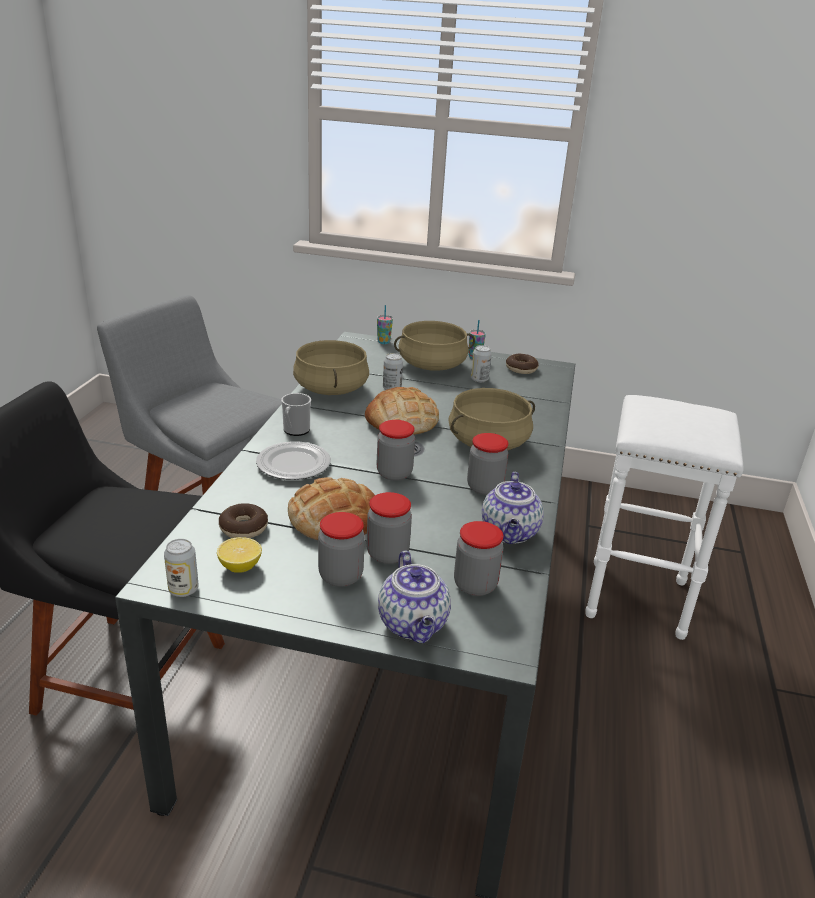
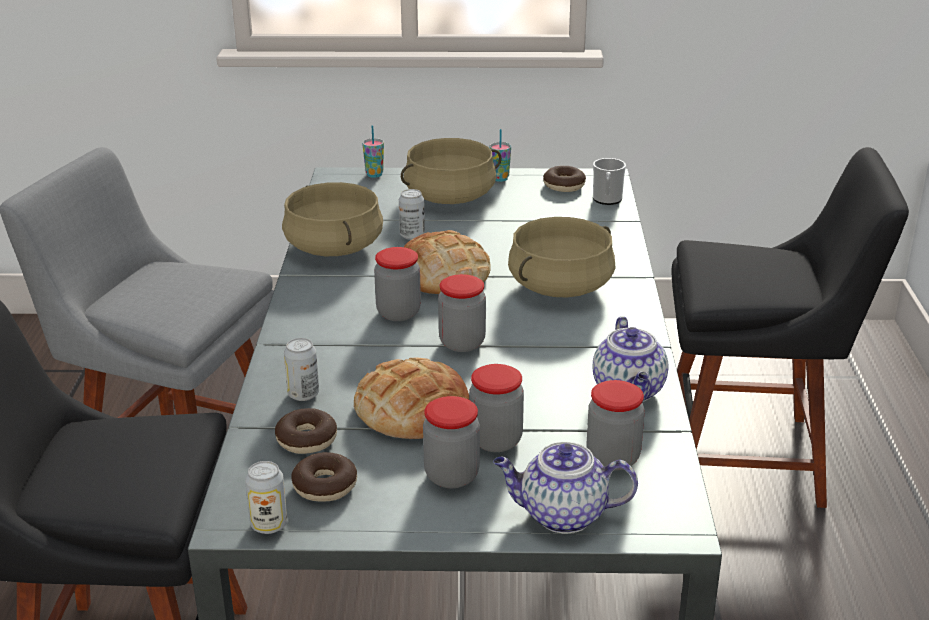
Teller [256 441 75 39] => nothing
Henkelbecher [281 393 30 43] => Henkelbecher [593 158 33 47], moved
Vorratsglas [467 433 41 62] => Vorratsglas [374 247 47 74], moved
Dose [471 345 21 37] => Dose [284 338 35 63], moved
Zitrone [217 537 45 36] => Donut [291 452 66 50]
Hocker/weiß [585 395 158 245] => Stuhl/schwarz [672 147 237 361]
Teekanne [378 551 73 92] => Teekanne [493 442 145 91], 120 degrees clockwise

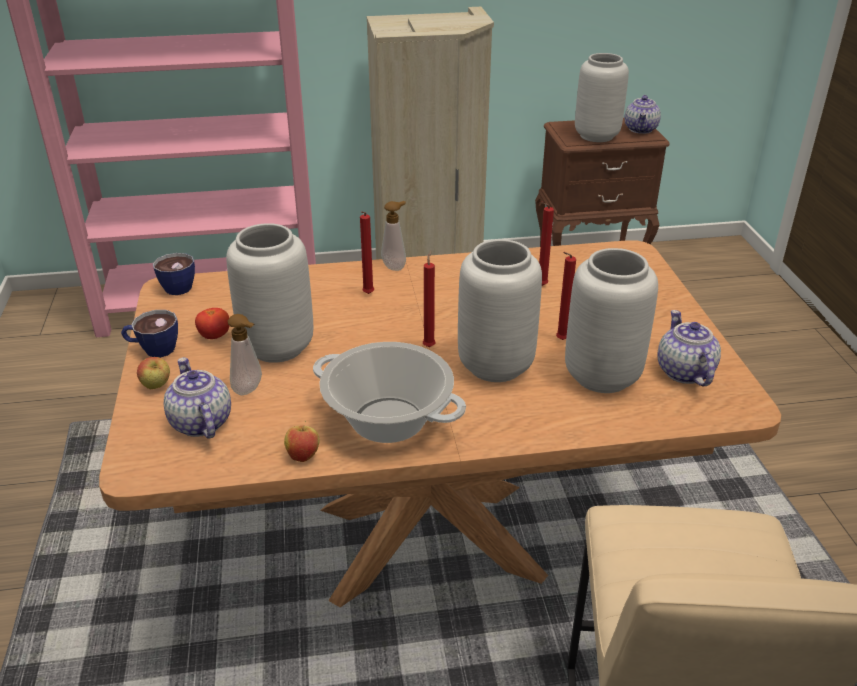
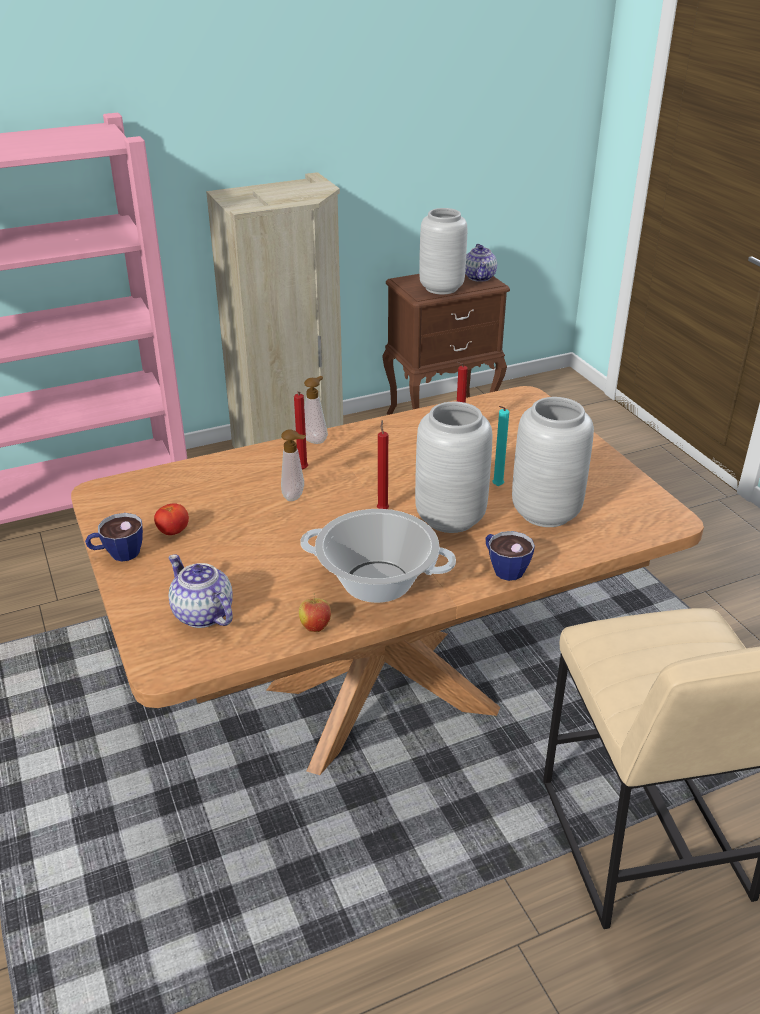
Apfel [137 357 33 32] => nothing
Vase/grau [226 223 87 140] => nothing
Teekanne [658 310 63 76] => nothing
Tasse [153 253 42 42] => Tasse [486 531 49 50], moved
Seifenspender [228 314 34 81] => Seifenspender [281 429 25 72], moved
Kerze/rot [556 252 20 88] => Kerze/türkis [493 406 16 80]

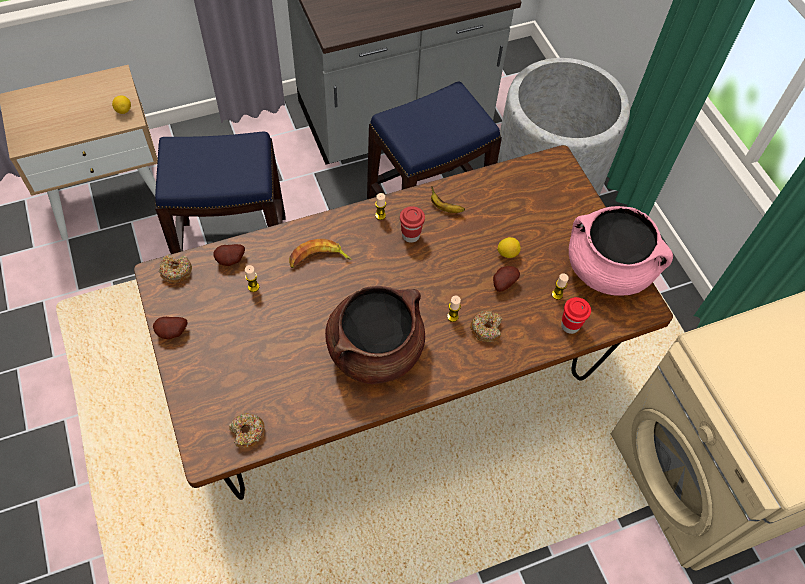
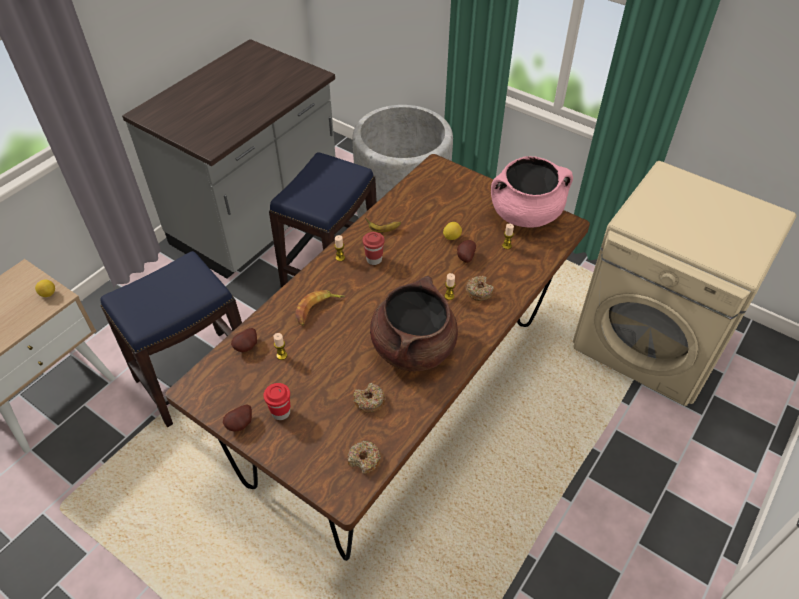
Donut [159 254 33 29] => Donut [353 383 32 30], moved
Tasse/rot [561 297 30 37] => Tasse/rot [263 383 27 37], moved

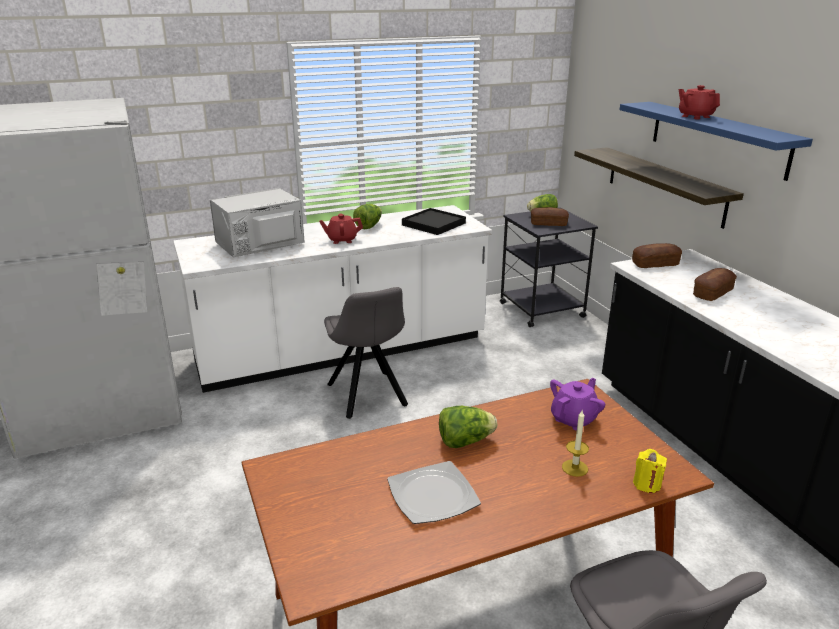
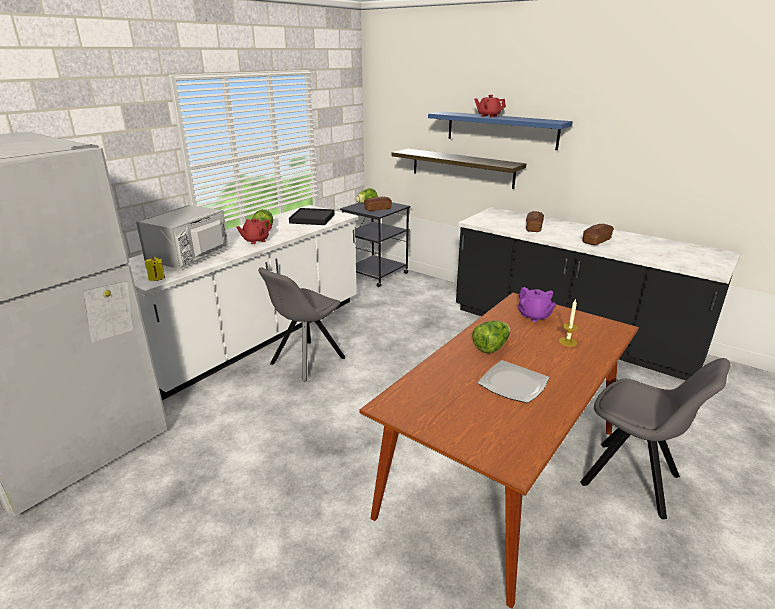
Brot [632 243 50 25] => Brot [582 224 32 21], moved
Kerze/gelb [633 449 34 44] => Kerze/gelb [145 257 20 24], moved
Stuhl/grau [324 287 84 132] => Stuhl/grau [258 267 87 114], 90 degrees clockwise
Teekanne/lila [550 378 55 53] => Teekanne/lila [518 287 38 35], 135 degrees clockwise

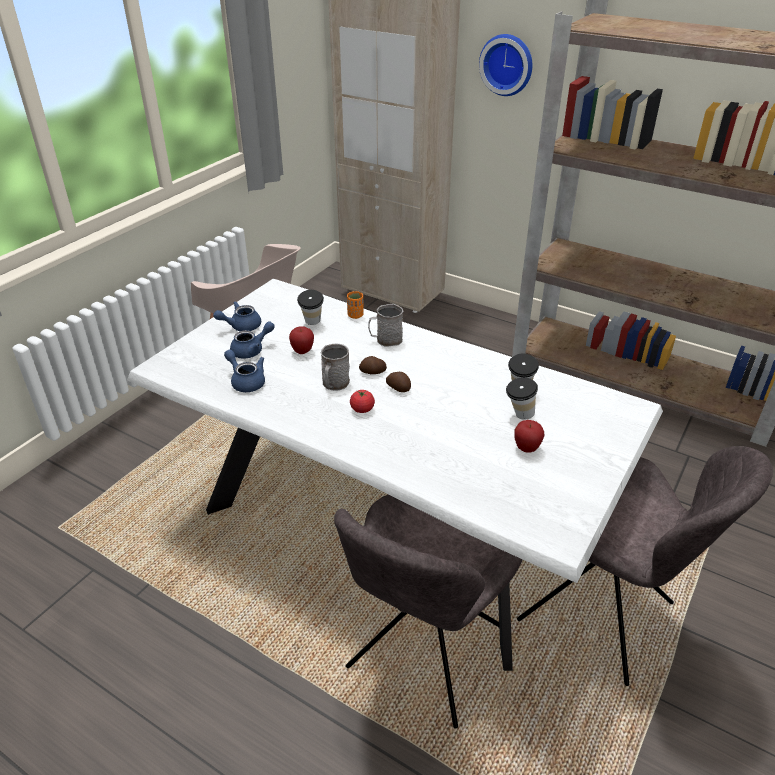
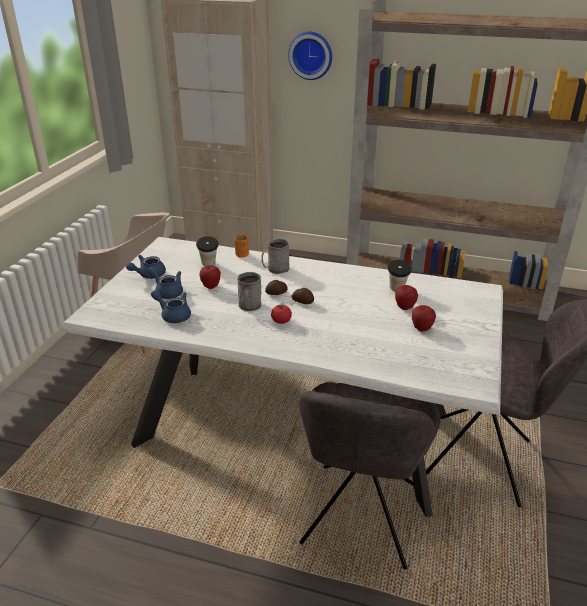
Tasse [506 377 32 43] => Apfel [395 285 23 25]
Teekanne/blau [230 321 45 38] => Teekanne/blau [148 267 35 32], 90 degrees counterclockwise

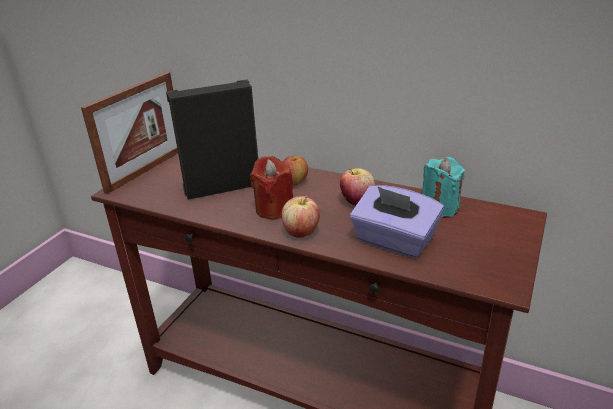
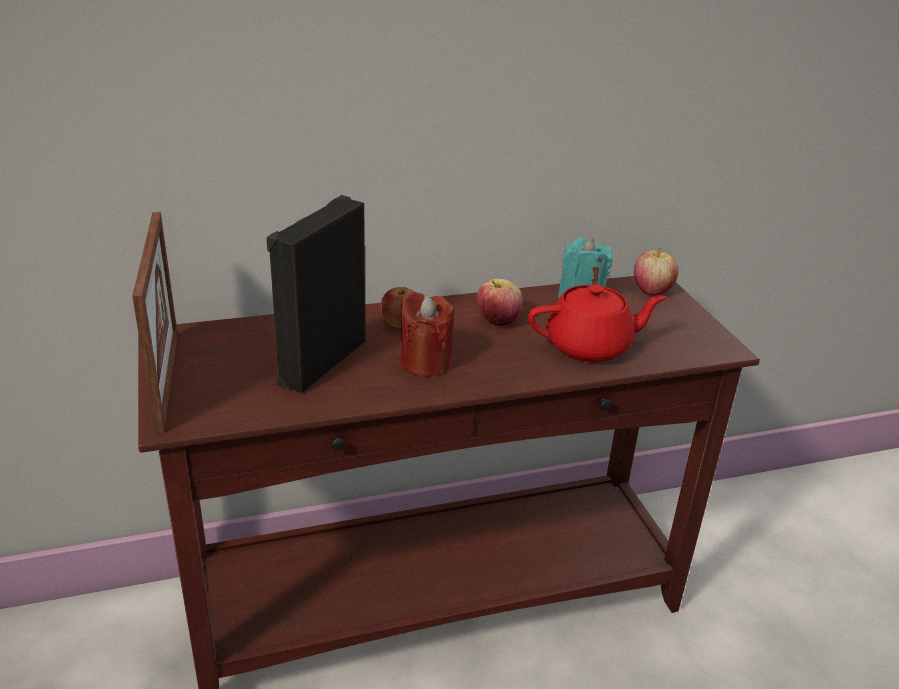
Apfel [281 196 39 42] => Apfel [634 247 44 48], moved
Taschentuchbox/lila [350 185 94 73] => Teekanne/rot [528 284 139 78]

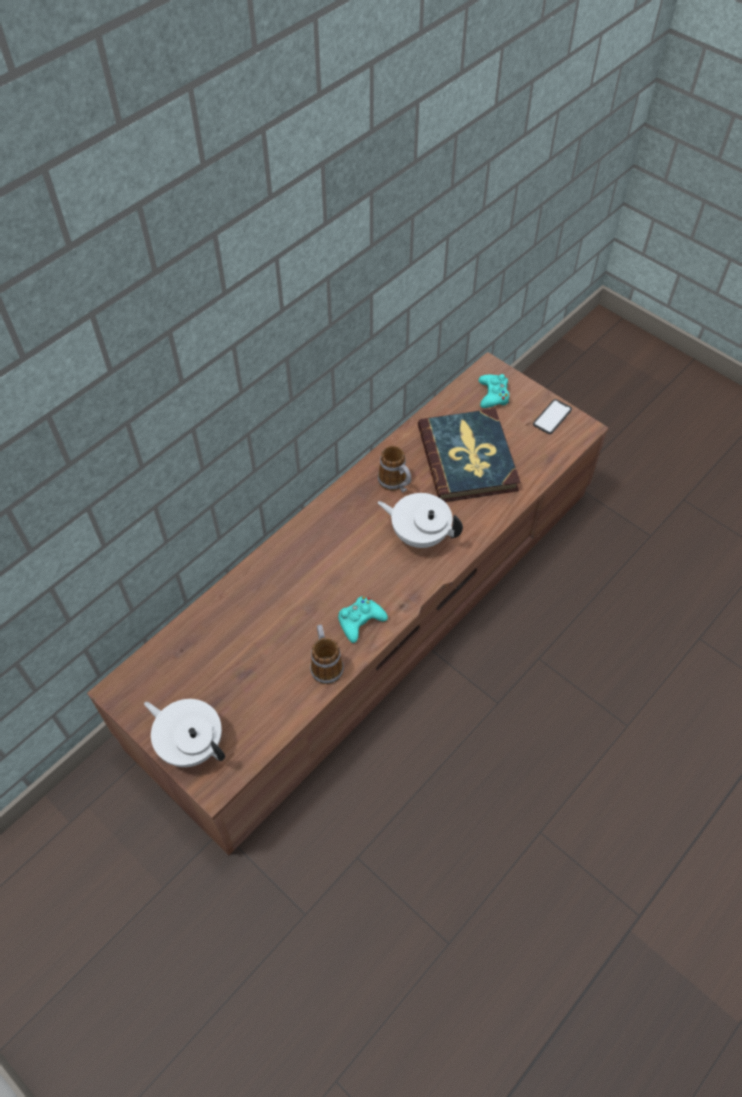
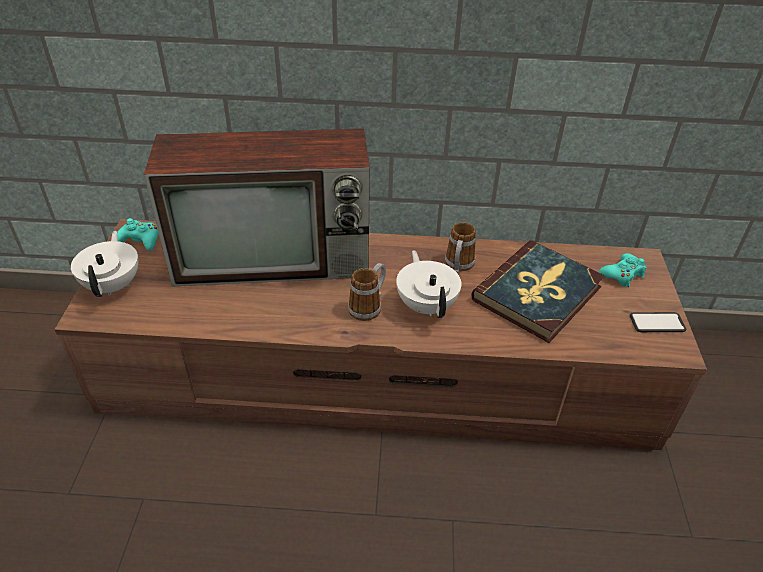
nothing => Fernseher [144 129 226 158]
Henkelbecher [310 624 34 60] => Henkelbecher [348 263 38 58], moved
Gamepad/türkis [338 596 50 47] => Gamepad/türkis [117 218 42 33], moved

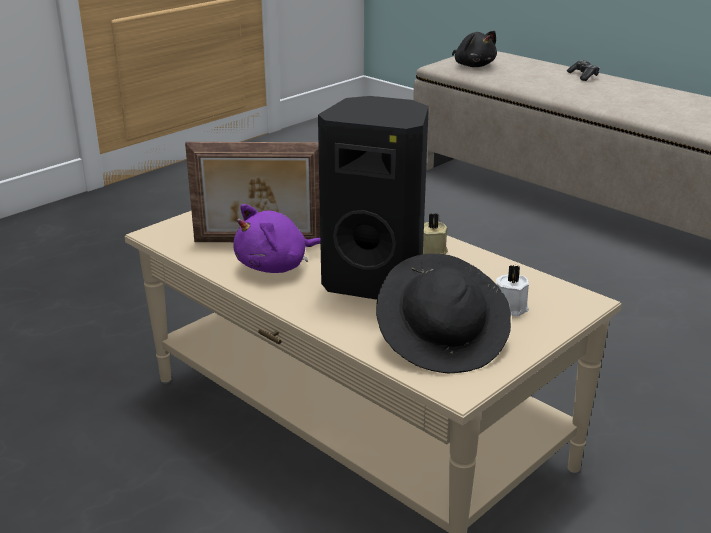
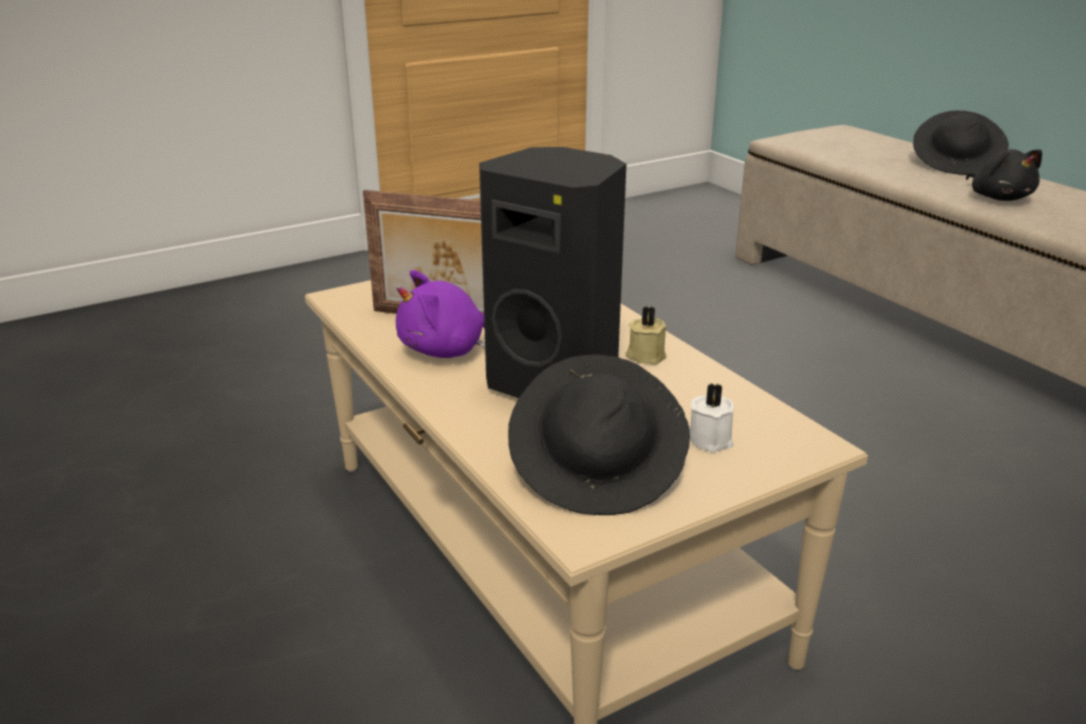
Plüschtier/schwarz [452 31 45 36] => Plüschtier/schwarz [966 149 76 52], moved
Gamepad [567 60 33 21] => Hut/schwarz [913 110 96 65]

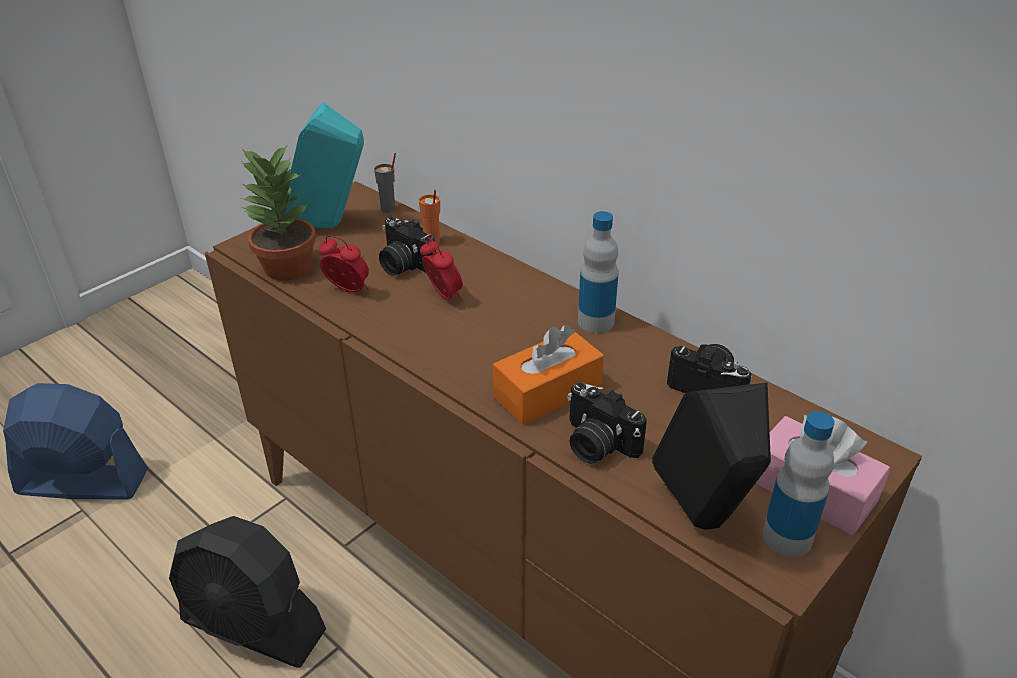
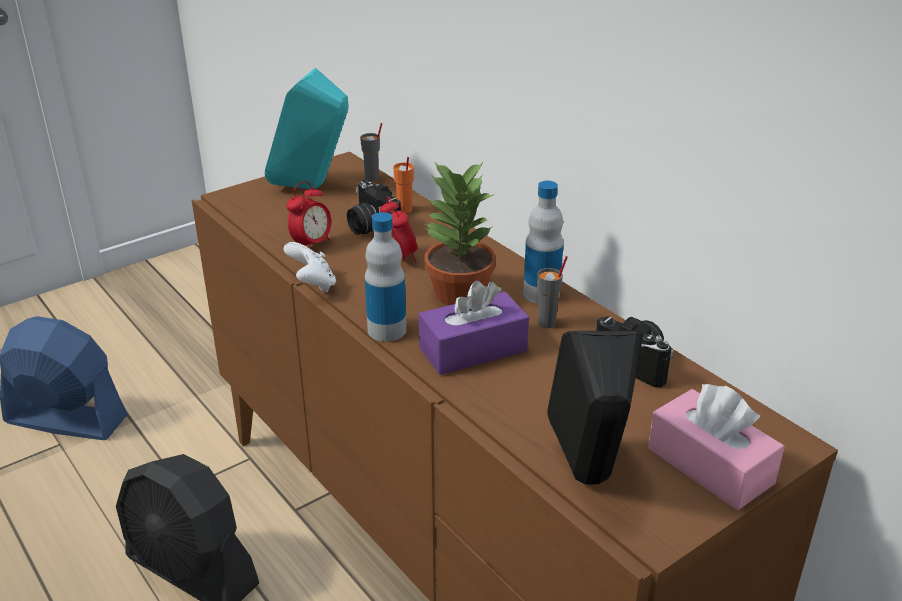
Kamera [568 382 79 82] => nothing
nothing => Gamepad/weiß [284 242 52 50]
nothing => Tasse/grau [537 256 31 72]
Topfpflanze [241 144 75 137] => Topfpflanze [424 162 72 143], moved
Flasche [763 411 72 146] => Flasche [365 212 41 130], moved
Taschentuchbox/orange [493 325 111 100] => Taschentuchbox/lila [419 281 110 94]
Wecker [318 236 51 58] => Wecker [286 181 45 67], 90 degrees clockwise

